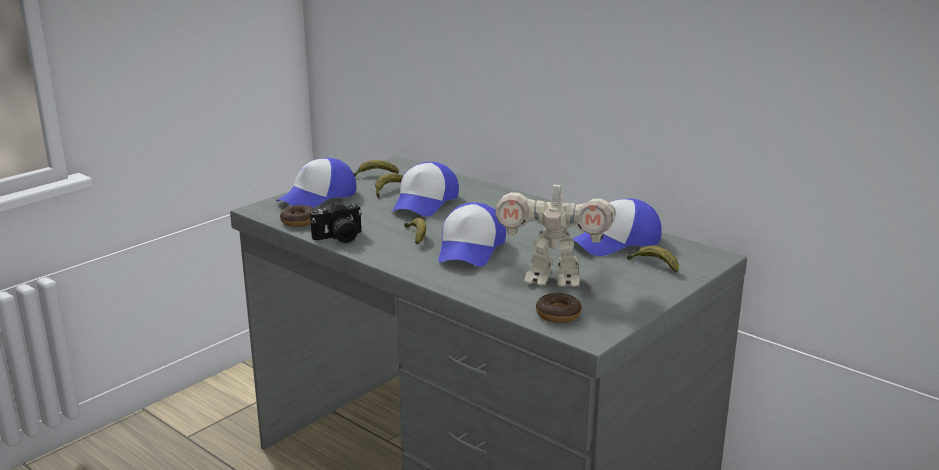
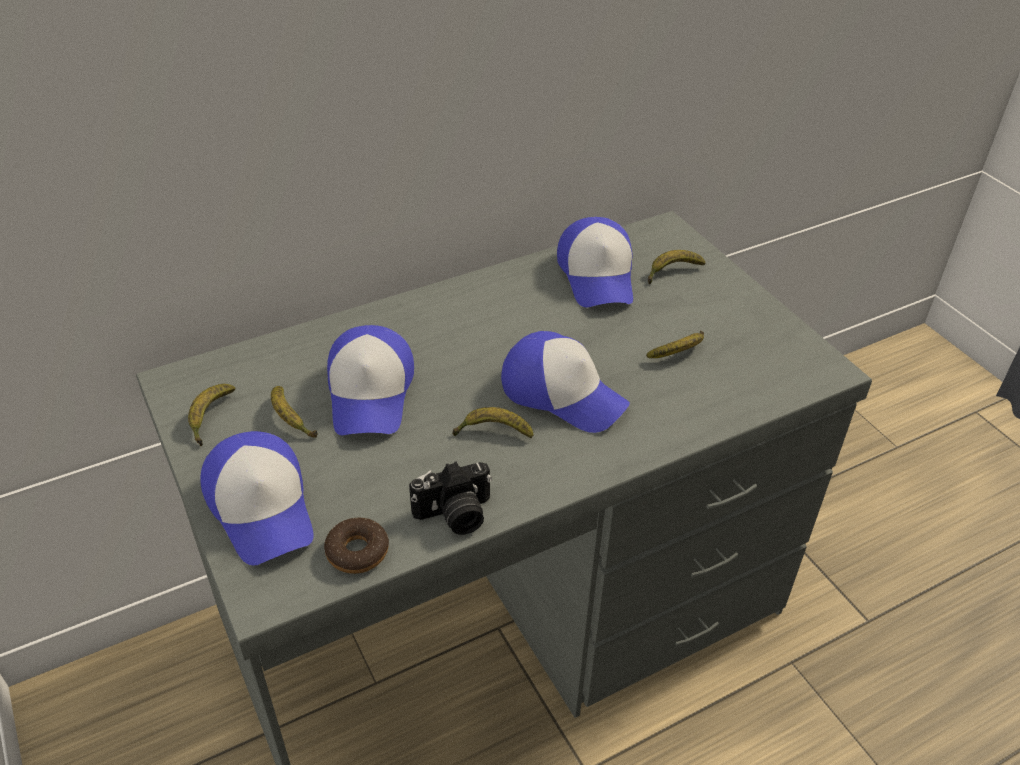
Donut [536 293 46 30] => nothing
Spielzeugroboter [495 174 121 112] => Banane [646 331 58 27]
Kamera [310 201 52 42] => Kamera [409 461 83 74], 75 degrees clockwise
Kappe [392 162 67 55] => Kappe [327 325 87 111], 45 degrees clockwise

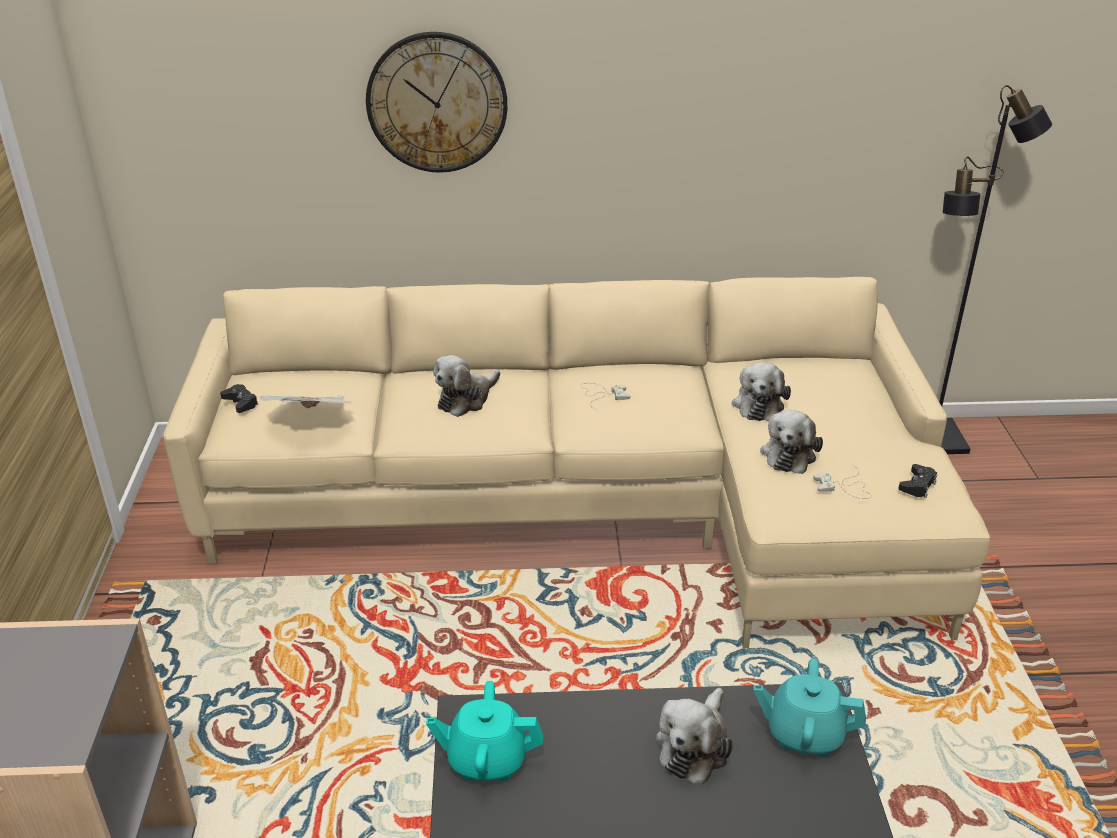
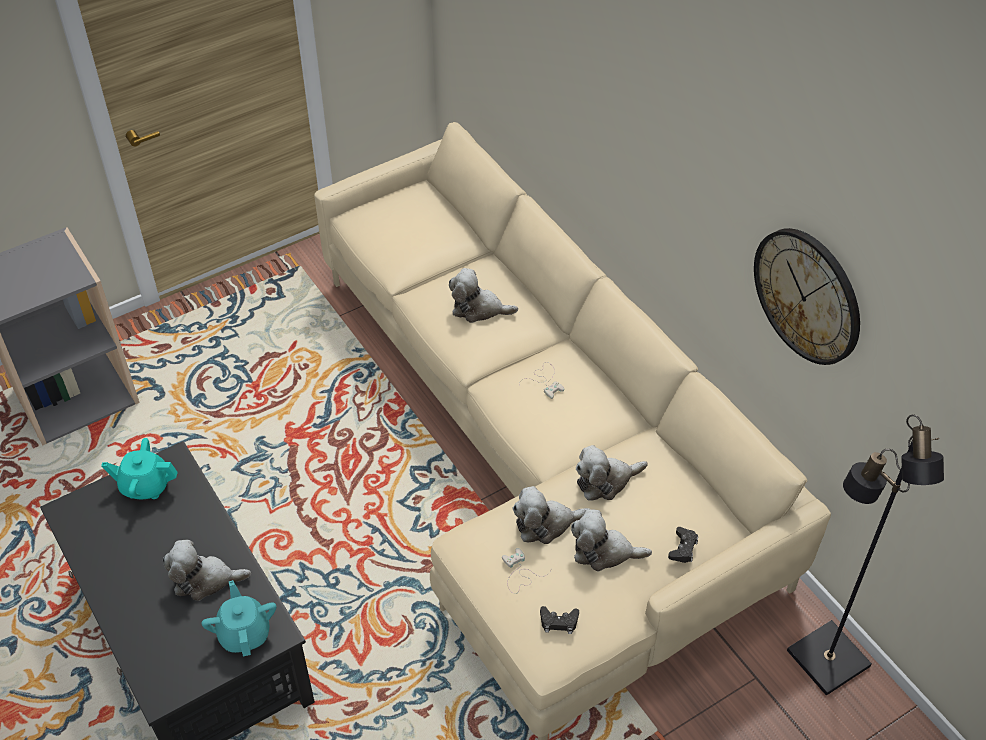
Zeitung [260 396 92 12] => nothing
nothing => Plüschtier [571 509 81 62]
Gamepad/schwarz [220 384 38 29] => Gamepad/schwarz [668 527 30 36], moved
Wanduhr [366 32 141 141] => Wanduhr [754 228 106 137], moved
Teekanne/türkis [426 681 118 100] => Teekanne/türkis [101 438 77 61], 60 degrees counterclockwise

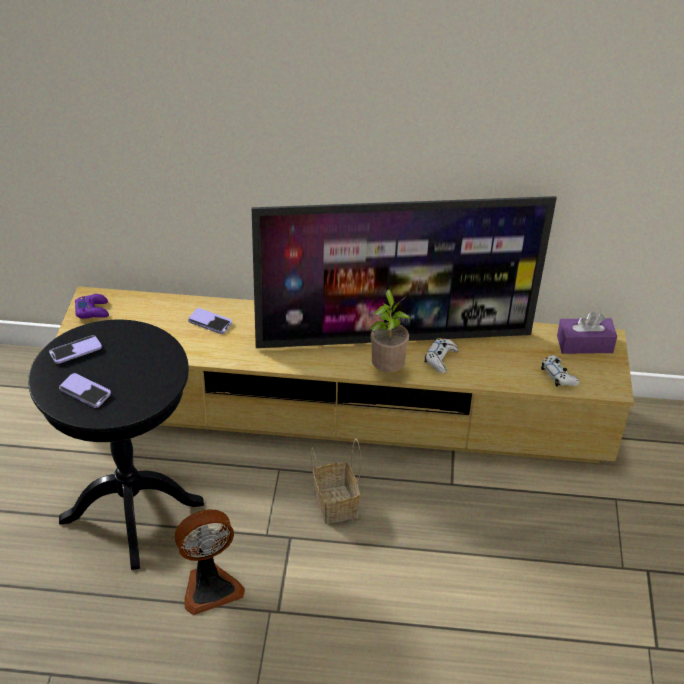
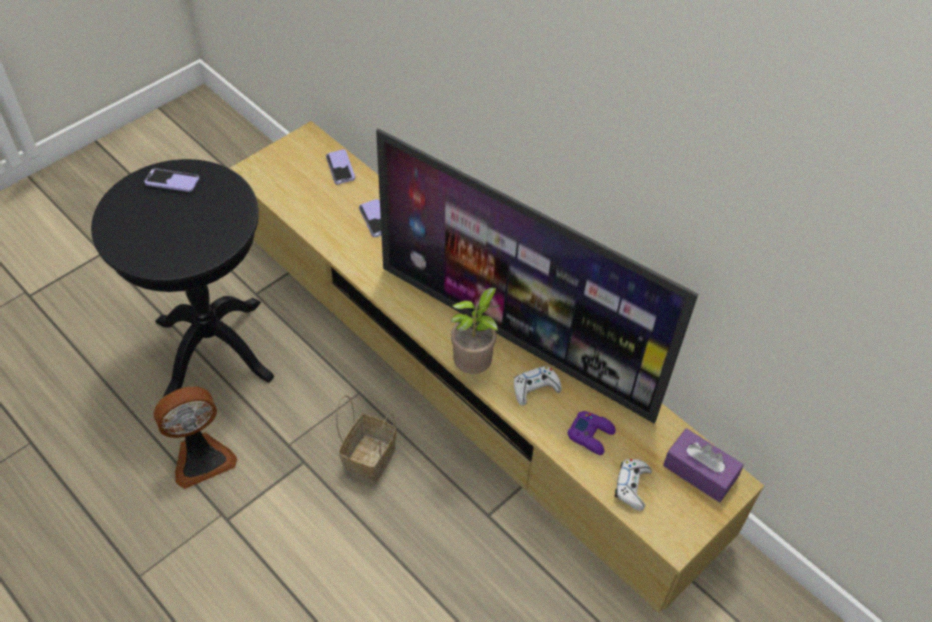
Handy [59 373 52 35] => Handy [326 149 29 35], moved
Gamepad/lila [75 294 34 25] => Gamepad/lila [567 411 49 44], moved
Ventilator [175 509 70 106] => Ventilator [153 386 84 103], 45 degrees counterclockwise

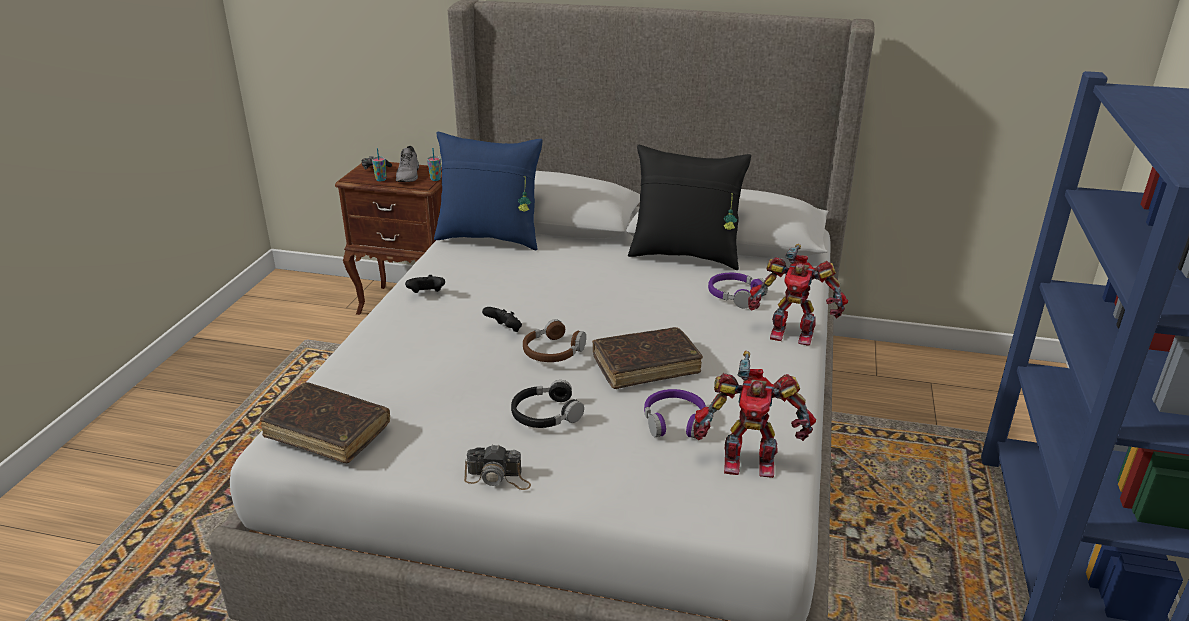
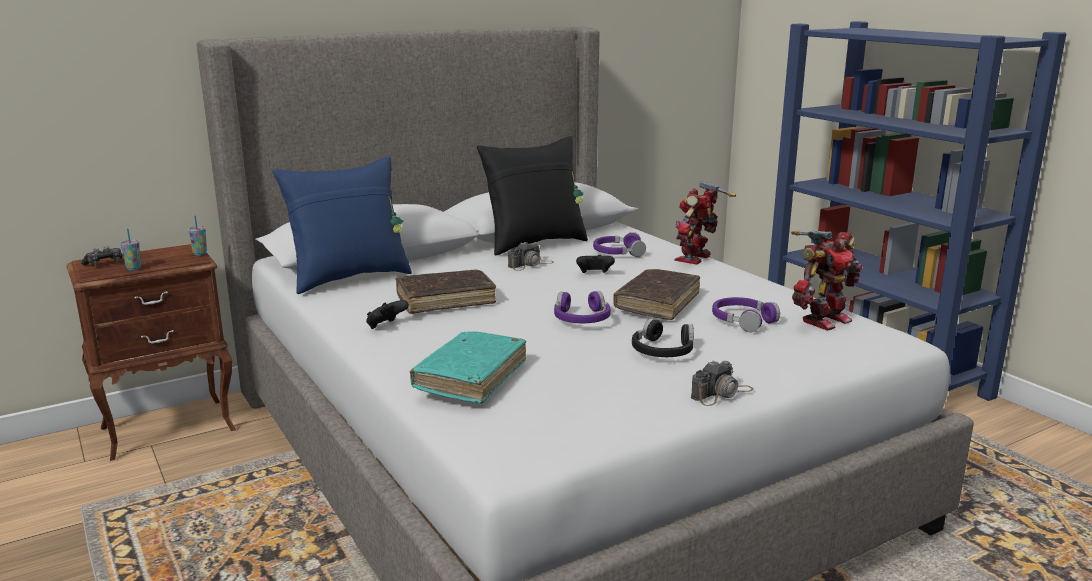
Schuh/grau [396 146 23 36] => nothing
nothing => Buch/türkis [410 331 116 72]
nothing => Kamera [508 242 46 29]
Buch/braun [260 382 130 81] => Buch/braun [396 270 100 44], moved
Gamepad/schwarz [482 307 40 25] => Gamepad/schwarz [576 255 39 18], moved
Kopfhörer/braun [523 319 63 43] => Kopfhörer/lila [554 291 57 32]
Spielzeugroboter [748 244 100 102] => Spielzeugroboter [674 181 62 84], 150 degrees clockwise

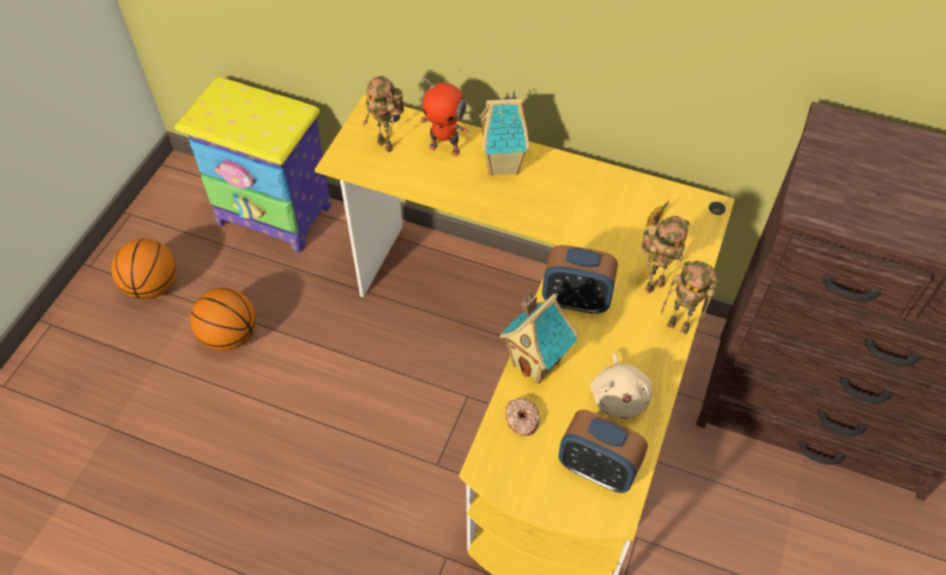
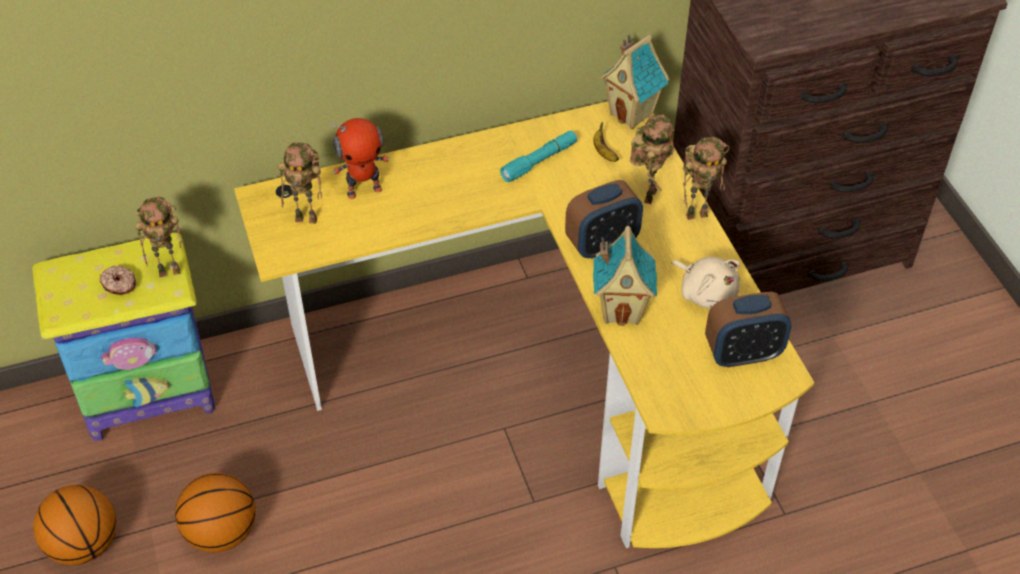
nothing => Spielzeugroboter [135 197 50 81]
nothing => Taschenlampe/türkis [500 131 77 51]
Spielzeughaus [479 91 51 85] => Spielzeughaus [600 34 70 95], moved
Donut [506 398 33 38] => Donut [100 265 36 30], moved

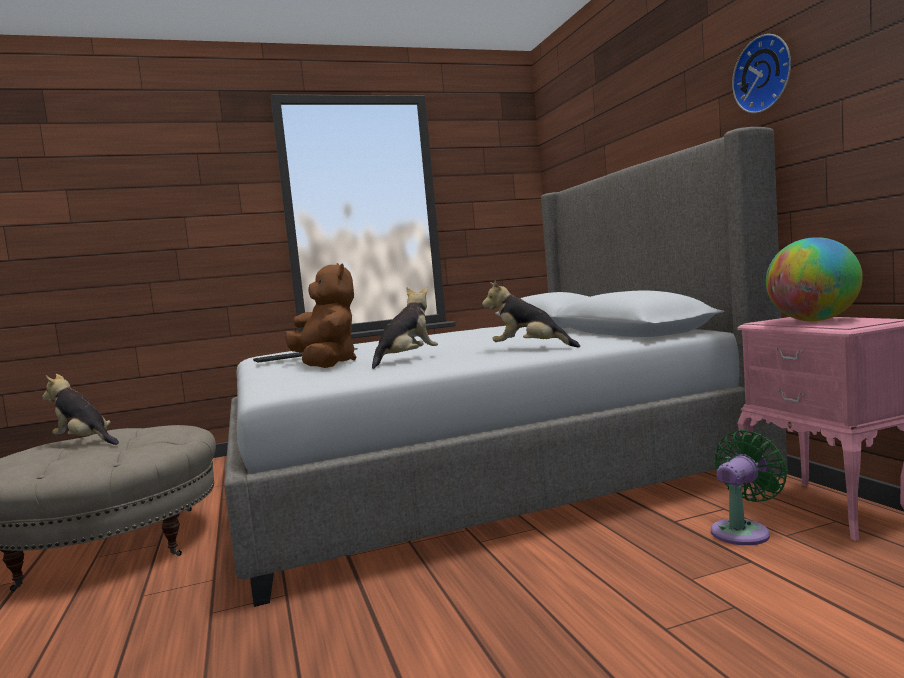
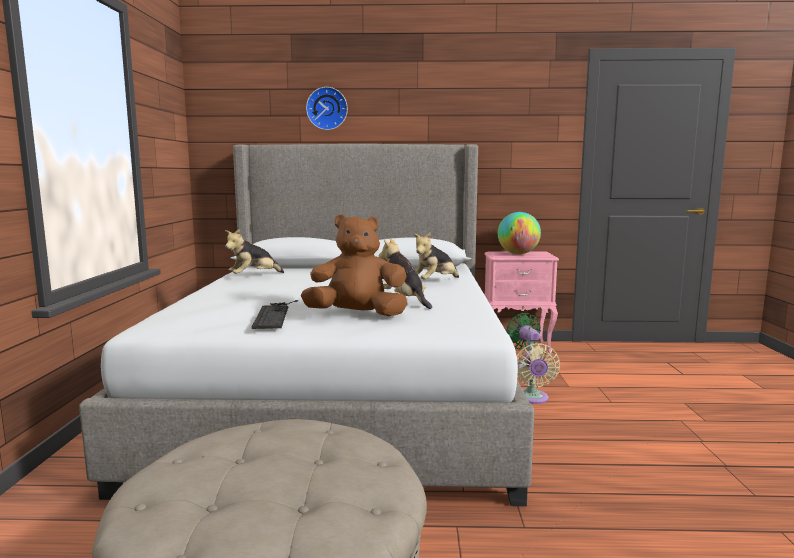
nothing => Ventilator/beige [517 343 43 61]
Plüschtier [42 374 77 71] => Plüschtier [225 229 59 45], moved
Wanduhr [732 34 59 79] => Wanduhr [306 87 42 43], moved

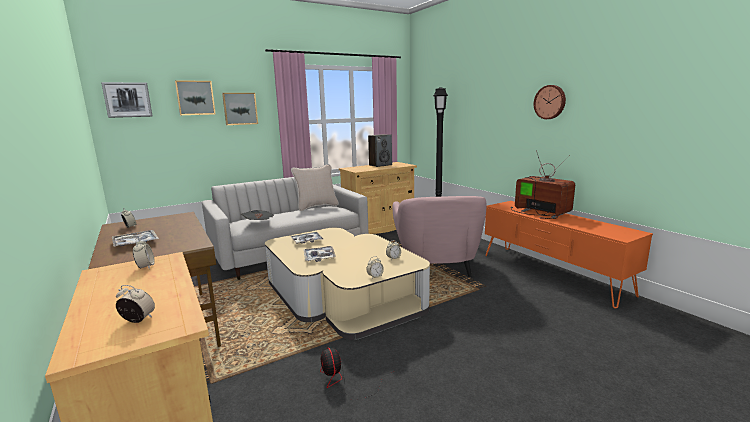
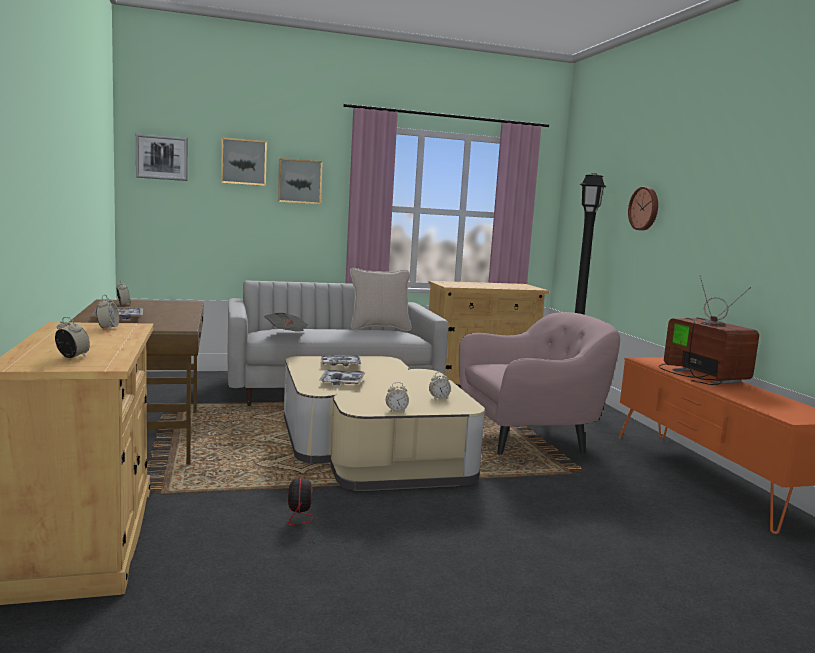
Lautsprecher [368 134 24 33] => nothing
Wanduhr [534 85 32 34] => Wanduhr [628 187 30 43], moved
Sessel/rosa [393 196 94 81] => Sessel/rosa [459 312 161 143], 120 degrees counterclockwise

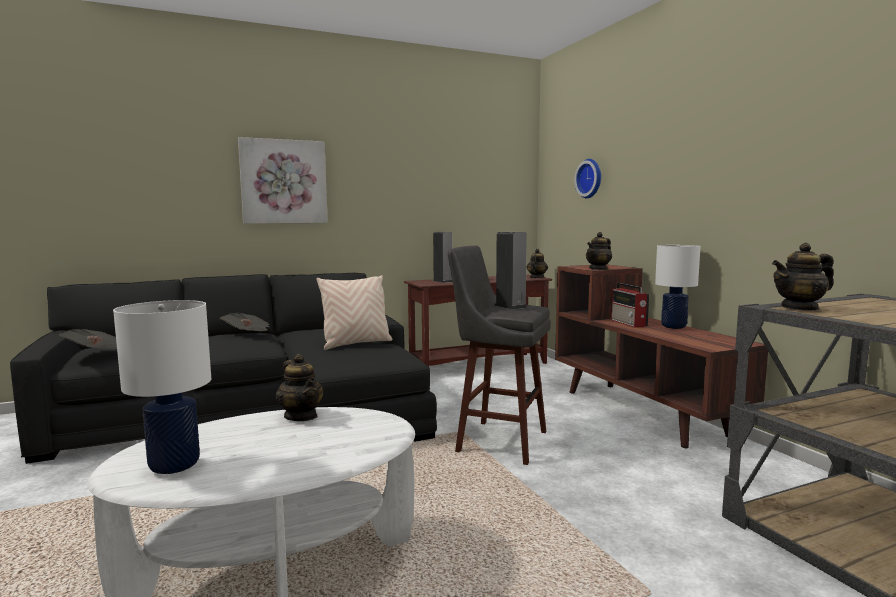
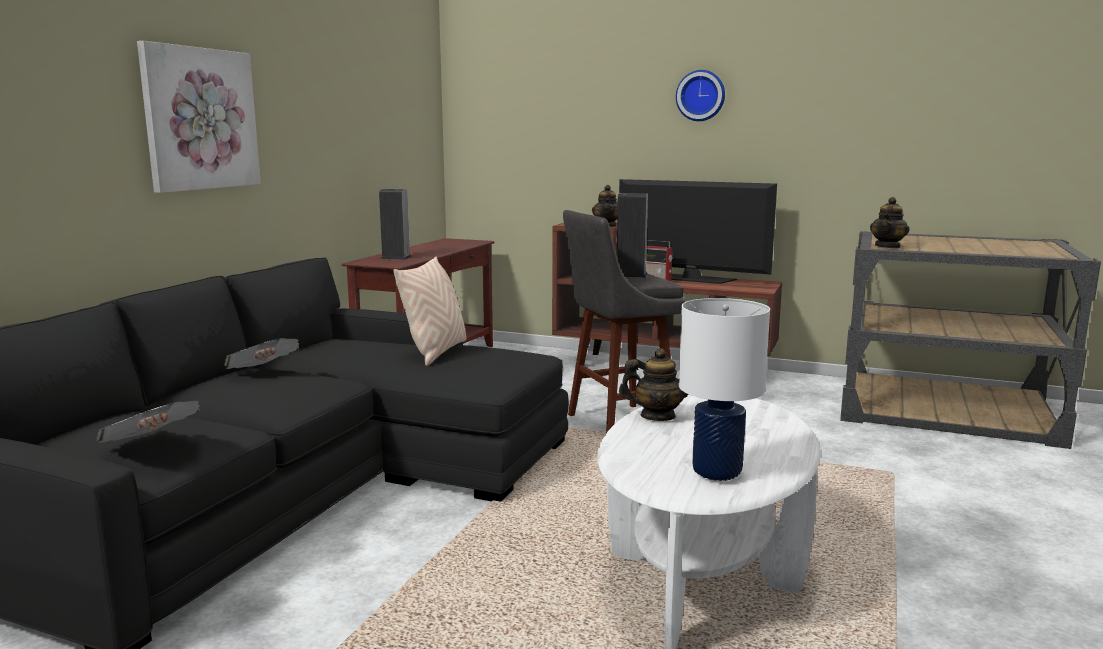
Teekanne [526 249 22 29] => nothing
Wanduhr [574 159 27 39] => Wanduhr [676 70 49 51], moved
Tischlampe/weiß [655 245 46 84] => Fernseher [619 179 158 105]

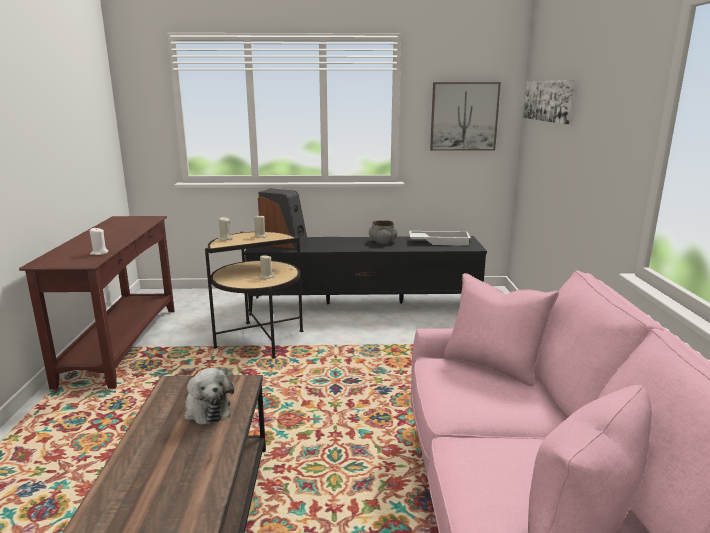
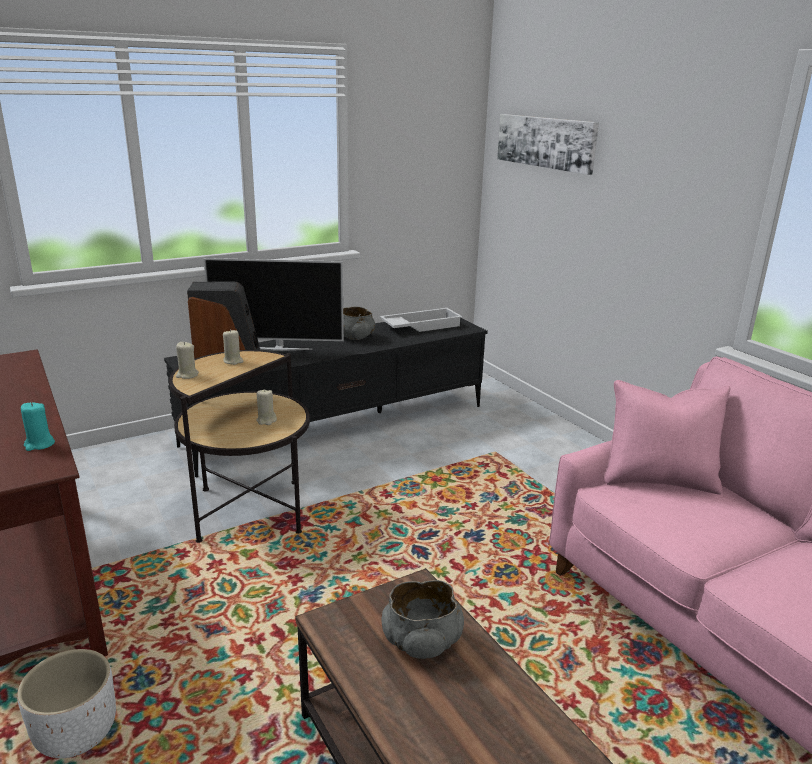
Bild [430 82 71 69] => nothing
nothing => Pflanzkübel/weiß [17 649 99 109]
nothing => Fernseher [203 258 141 93]
Plüschtier [184 368 50 57] => Schüssel/grau [381 580 83 79]
Kerze/weiß [89 227 20 28] => Kerze/türkis [21 402 34 49]

